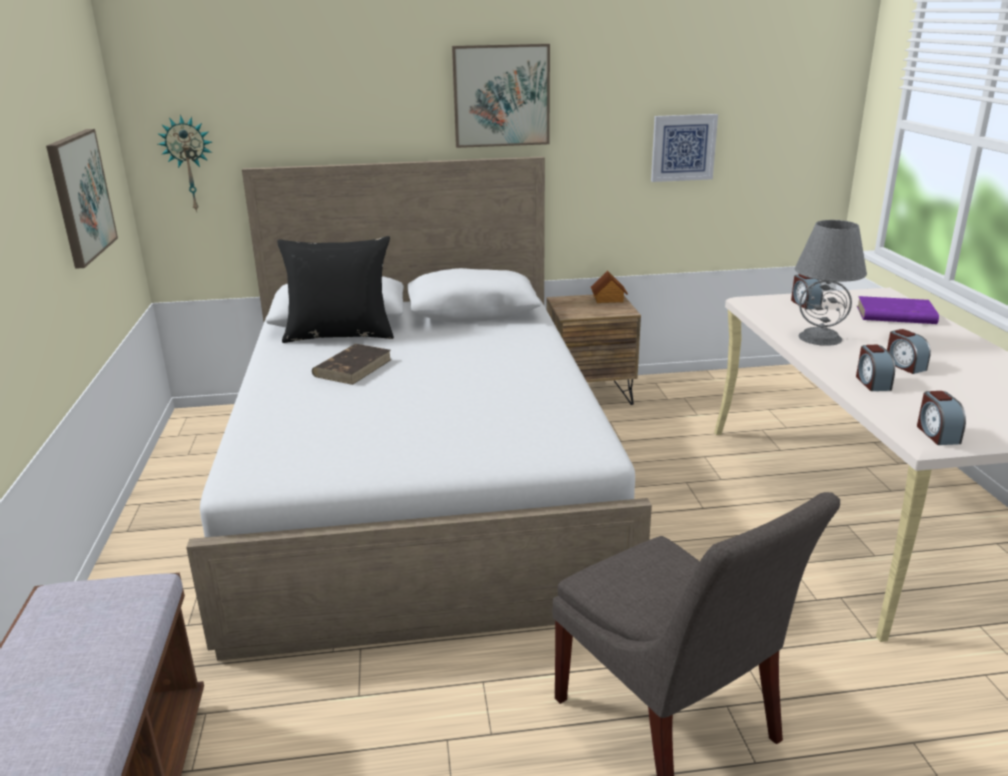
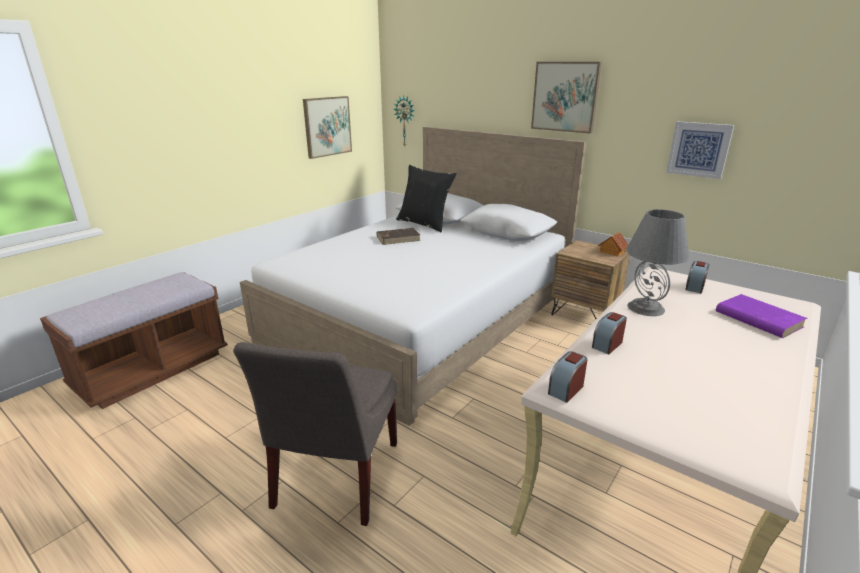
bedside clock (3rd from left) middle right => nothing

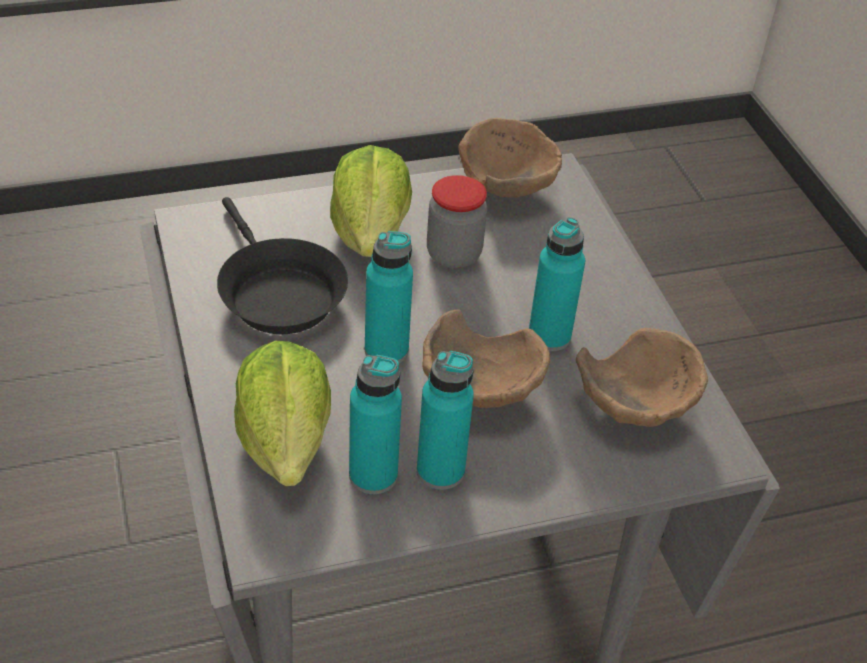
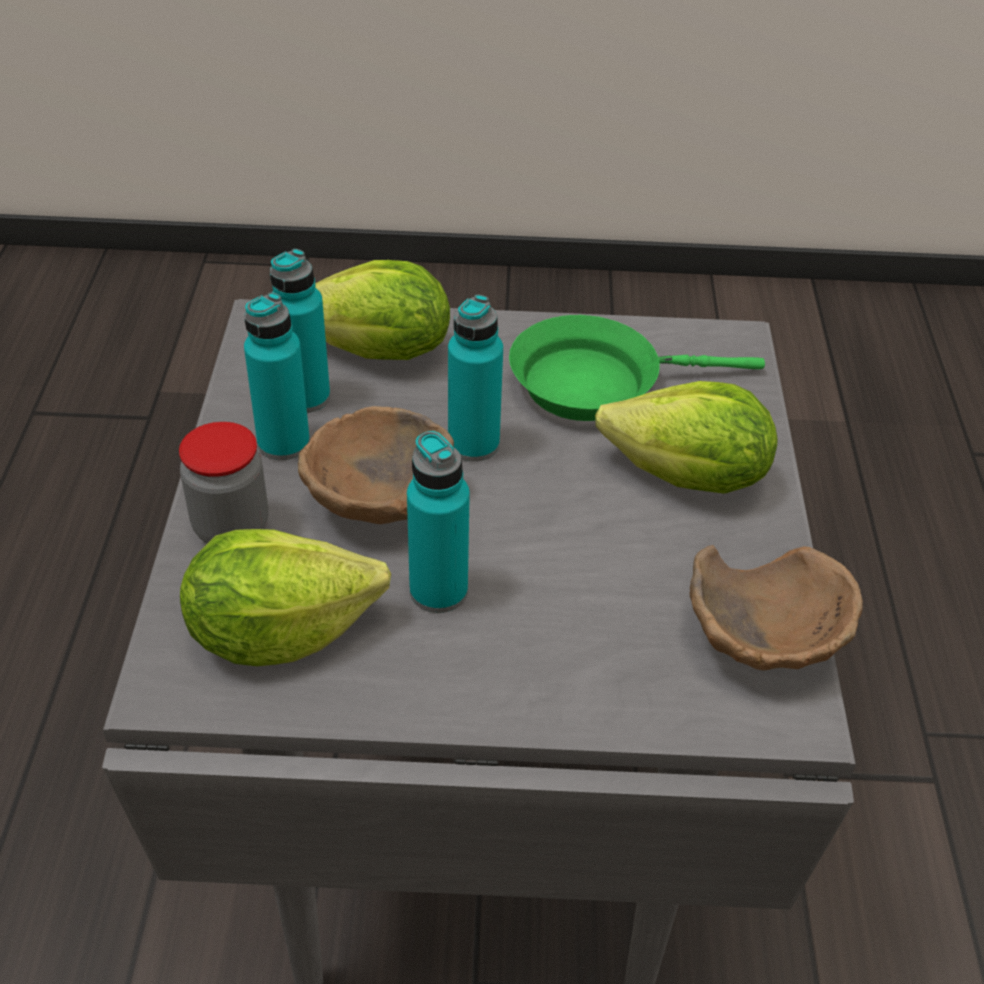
preserve jar centre => preserve jar middle left, moved
serving bowl in brown (3rd from left) middle right => head of lettuce (1st from left) middle left
frying pan in black-coloured middle left => frying pan in greenish centre

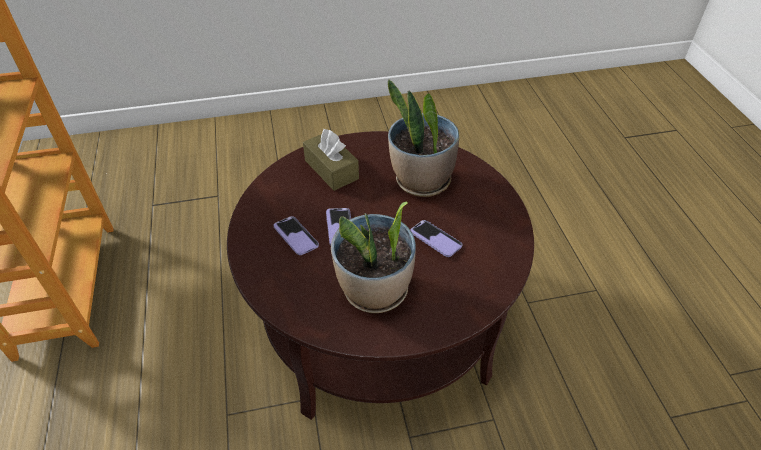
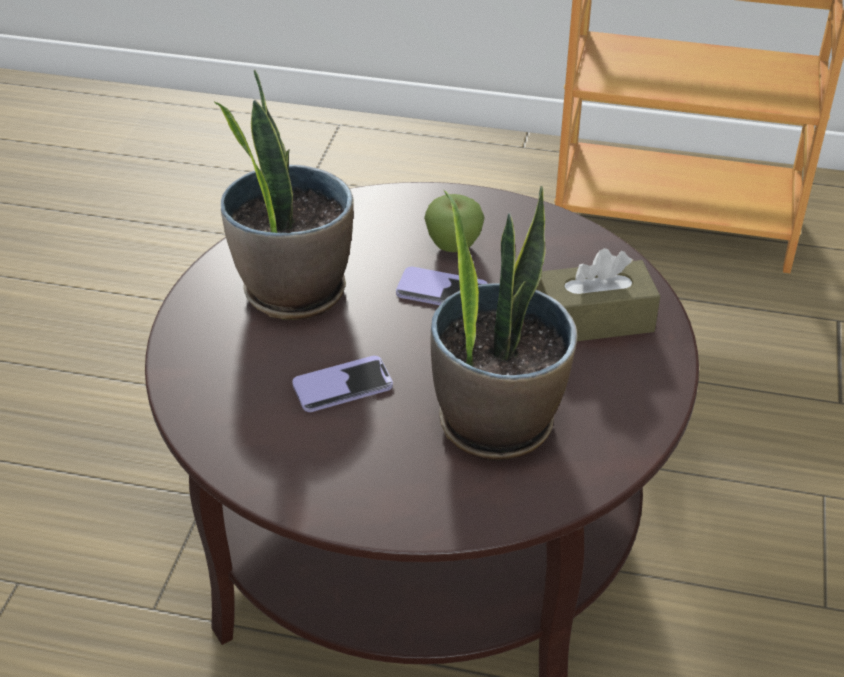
phone (1st from left) centre => whole apple top centre

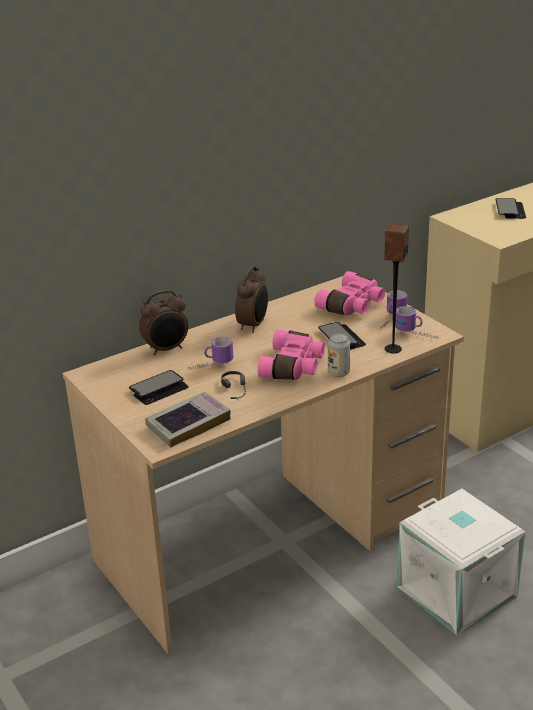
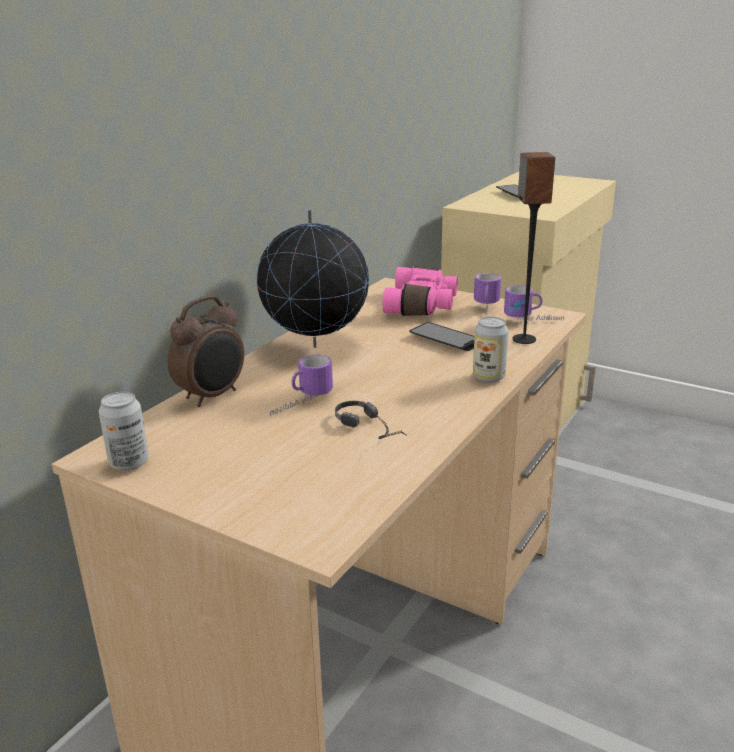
nothing => sealed can (1st from left) middle left
bedside clock (2nd from left) centre => globe centre
phone (1st from left) middle left => nothing
volume centre => nothing
pair of binoculars in pinkish (1st from left) centre => nothing
storage box in white bottom right => nothing

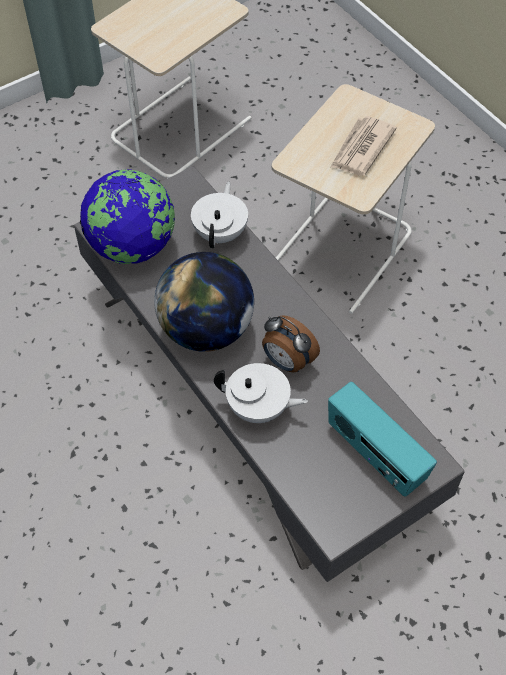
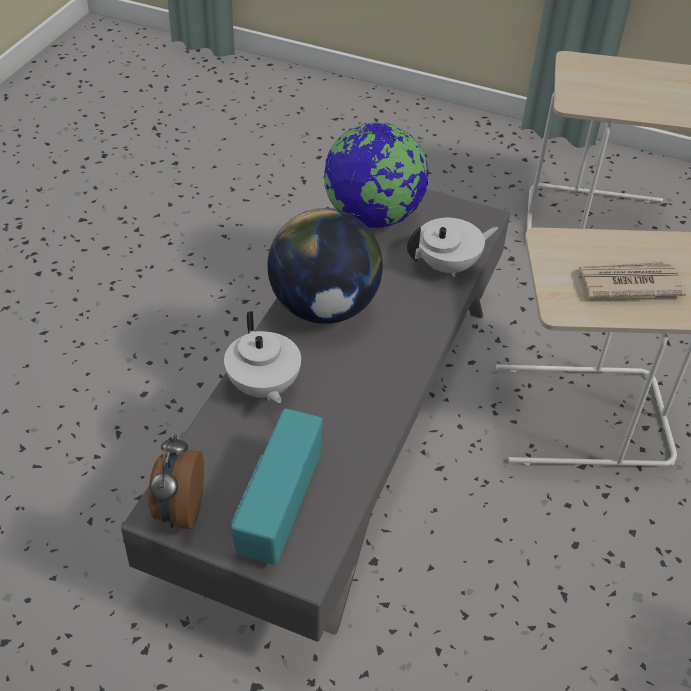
bedside clock centre => bedside clock bottom left, moved

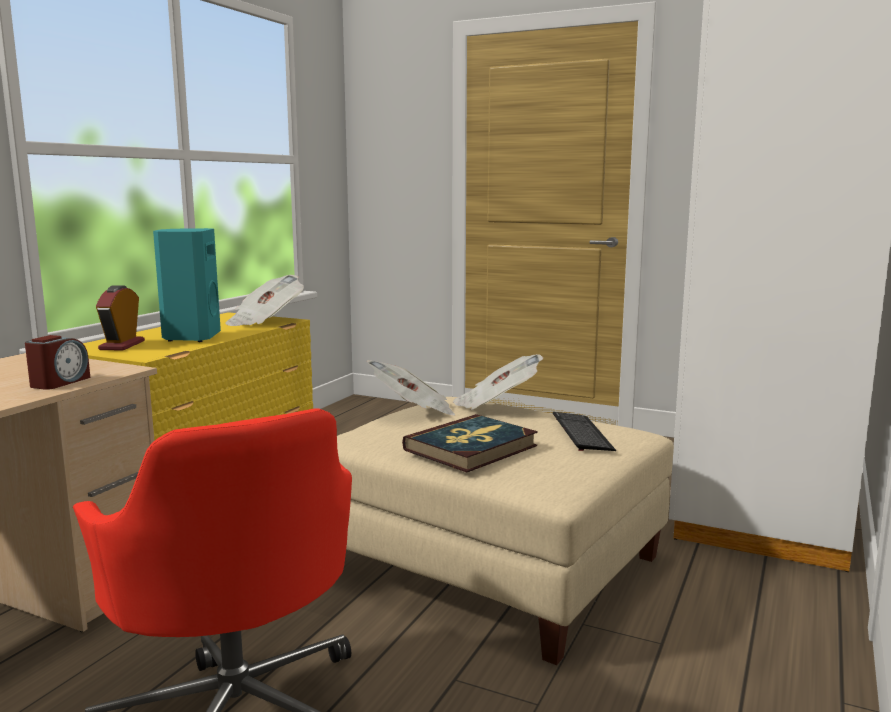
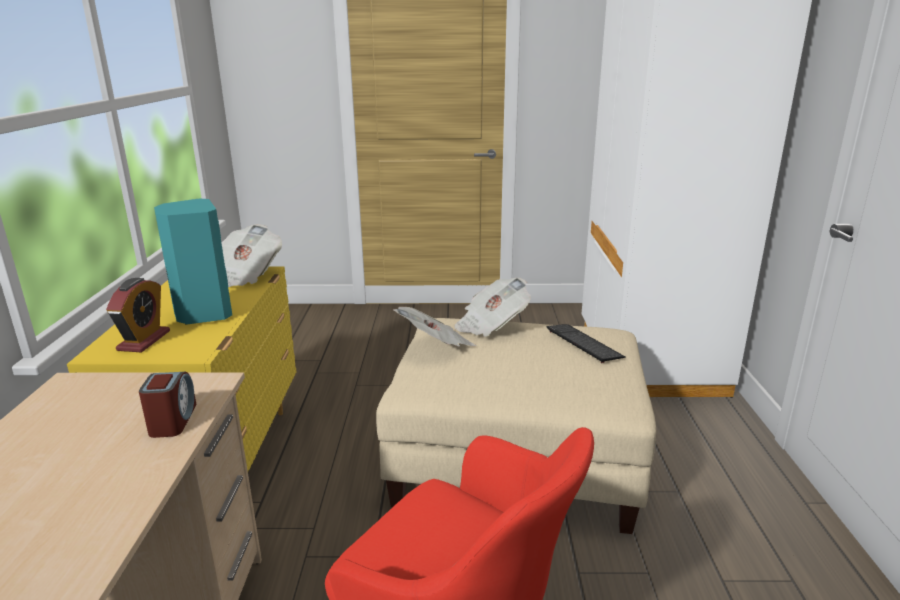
bedside clock (2nd from left in the first image) middle left => bedside clock (1st from left) middle left, 150 degrees counterclockwise
volume centre => nothing

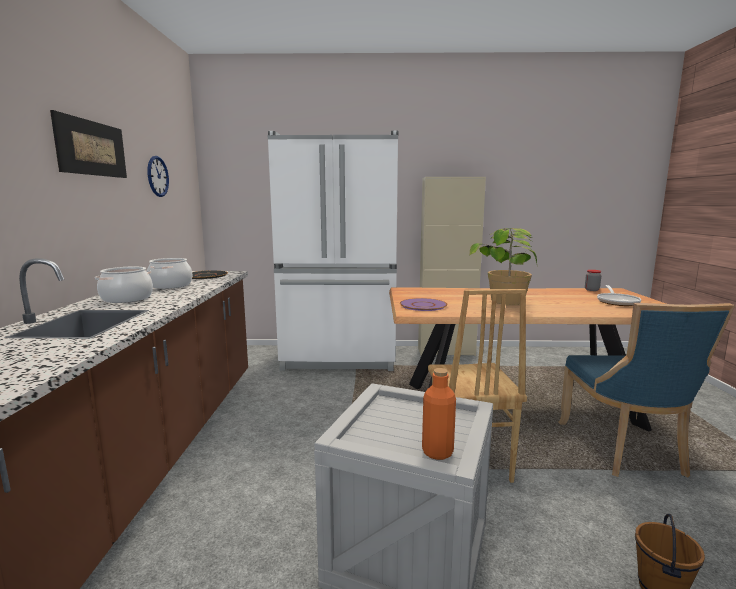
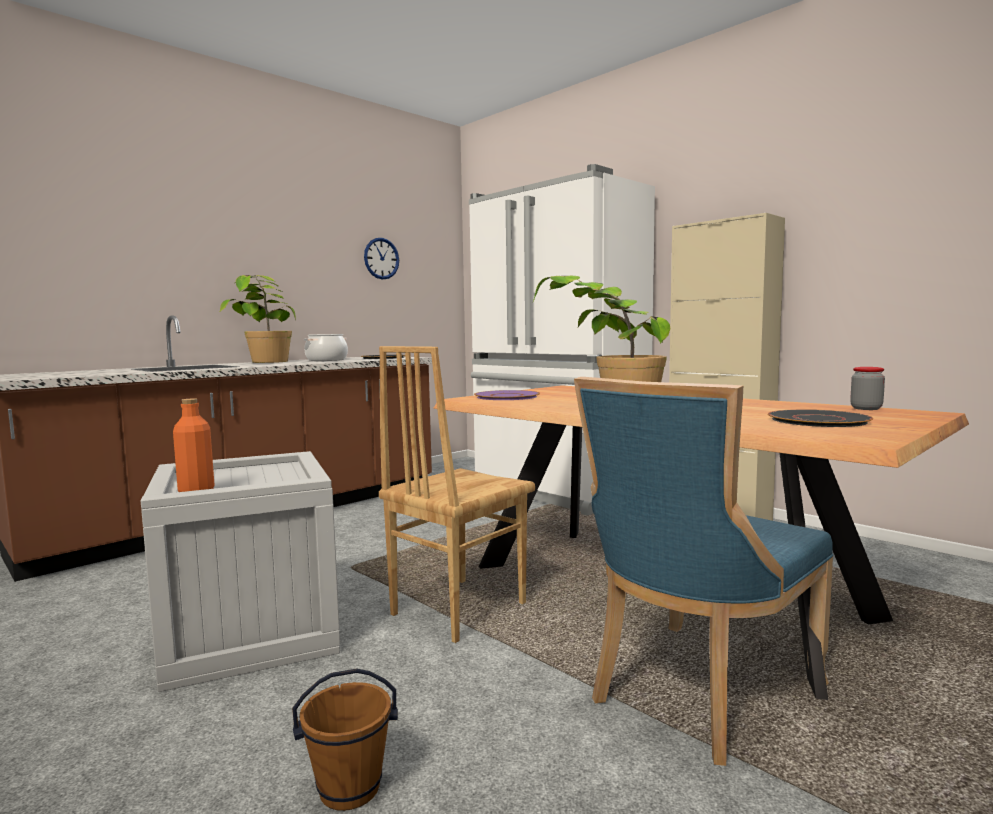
saucepot (1st from left) middle left => potted plant (1st from left) middle left
frying pan middle right => dinner plate in black-coloured (2nd from left) middle right
picture top left => nothing

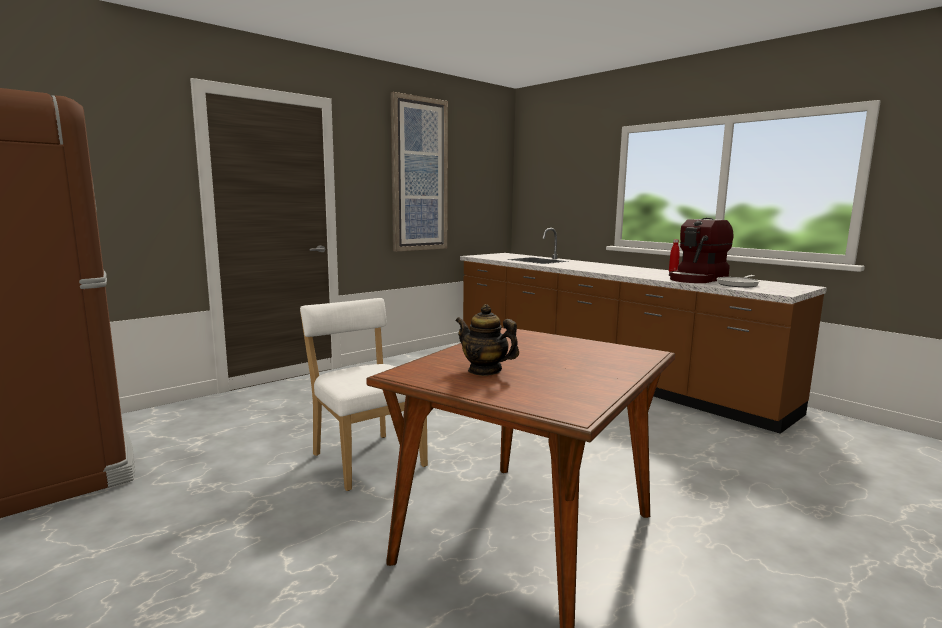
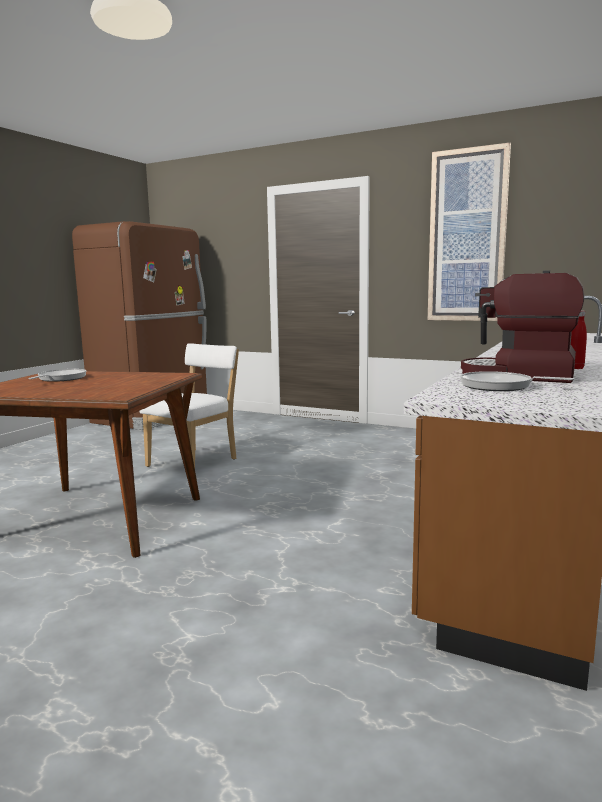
pot for tea centre => frying pan (1st from left) middle left

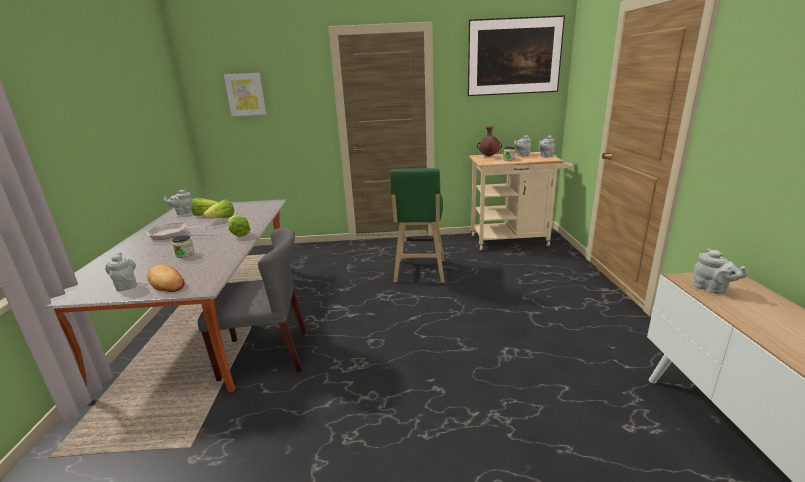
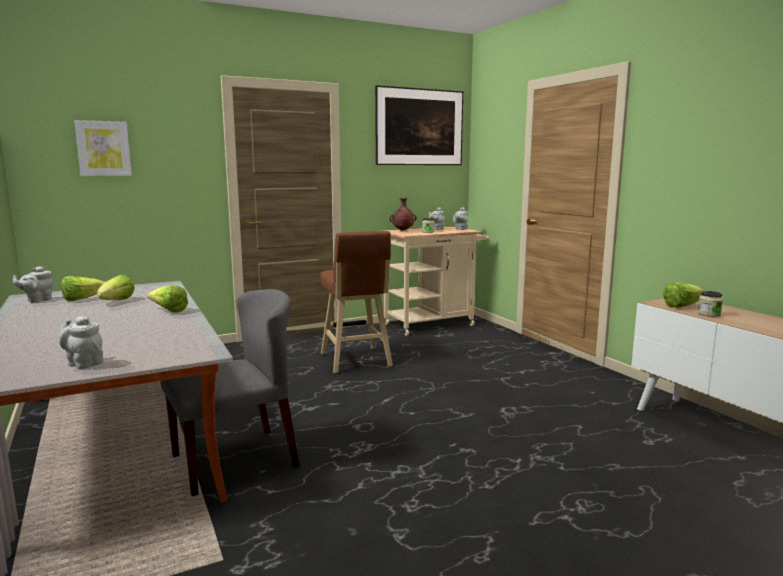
stool seat in greenish centre => stool seat in brown centre
pot for tea in grey (5th from left) middle right => head of lettuce (4th from left) middle right
preserve jar (1st from left in the first image) middle left => preserve jar (2nd from left) middle right, moved
frying pan middle left => nothing
baked bread middle left => nothing

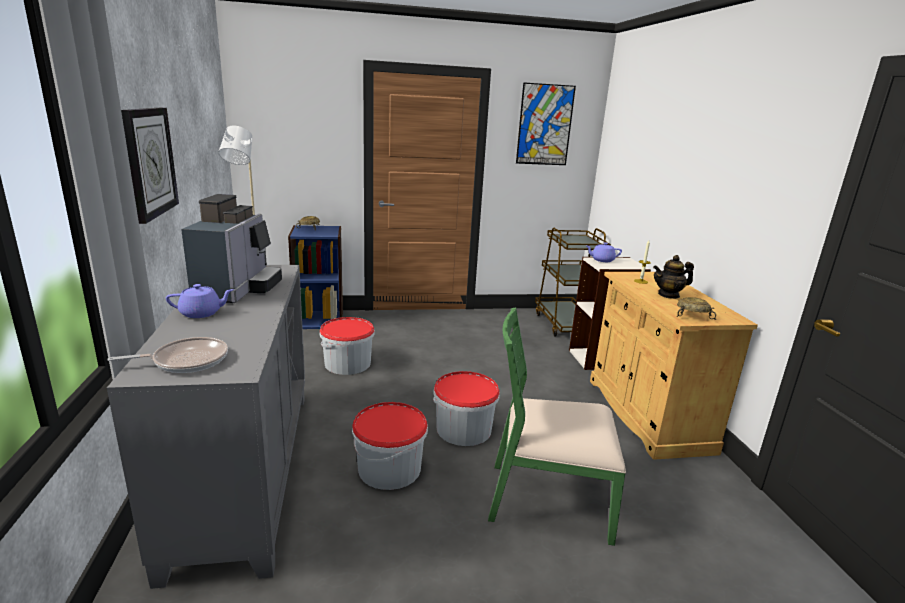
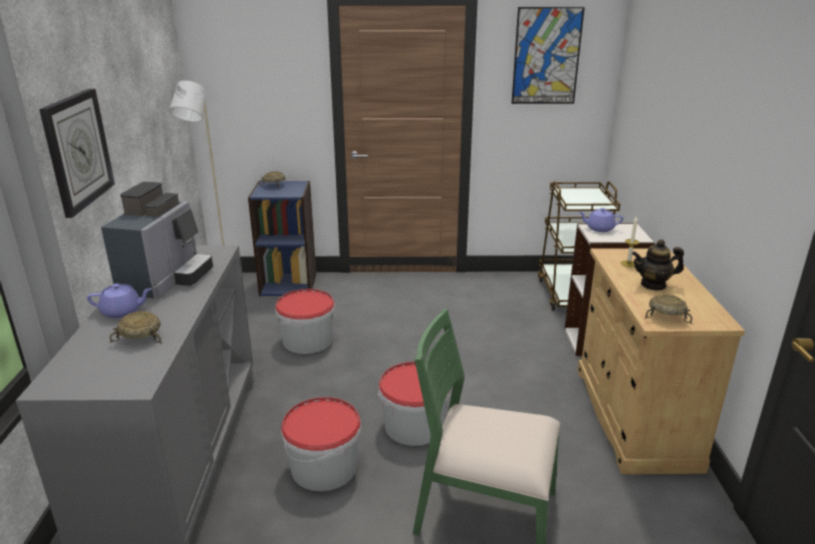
nothing => serving bowl in beige (1st from left) middle left
frying pan middle left => nothing

